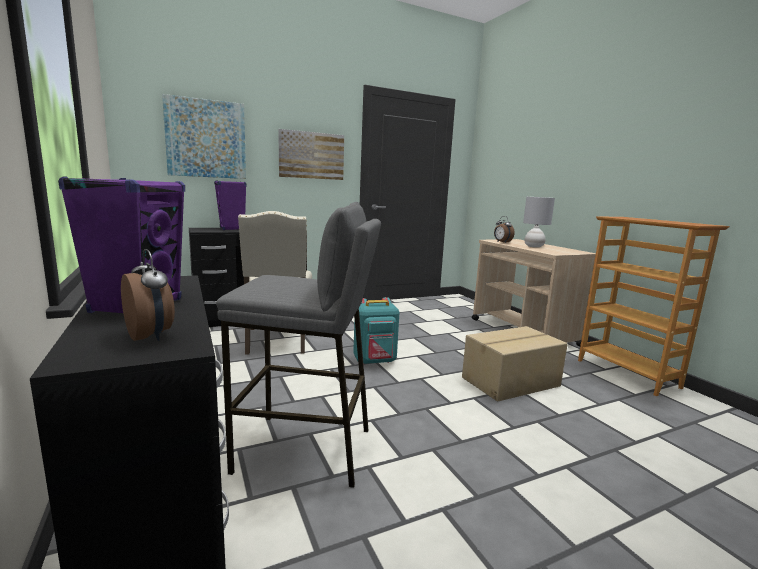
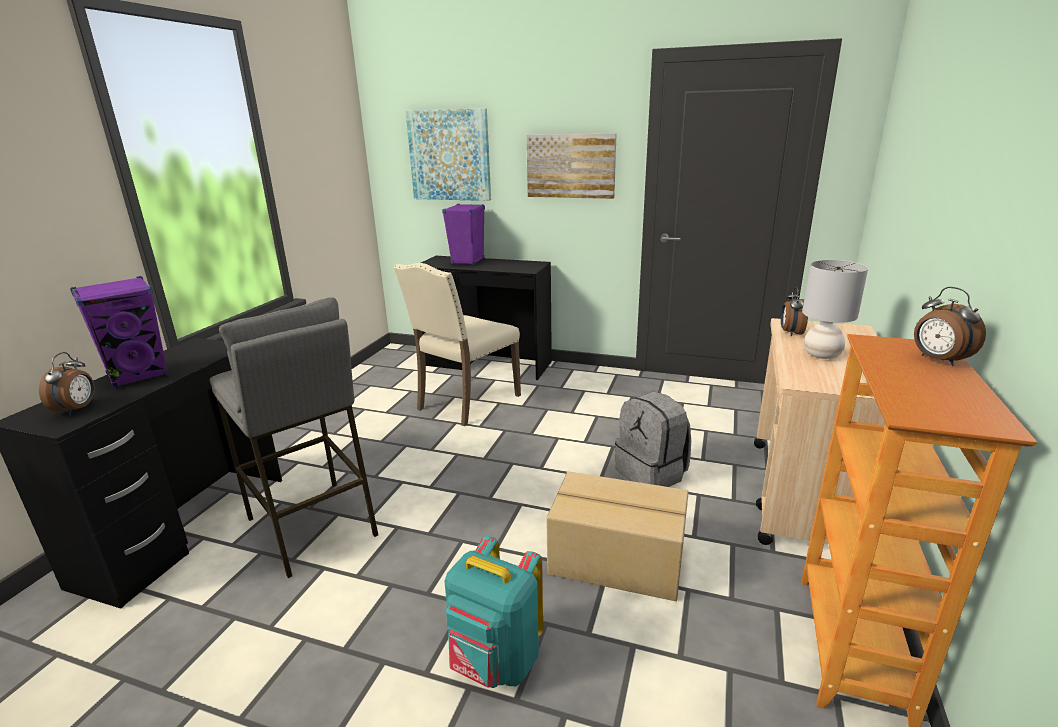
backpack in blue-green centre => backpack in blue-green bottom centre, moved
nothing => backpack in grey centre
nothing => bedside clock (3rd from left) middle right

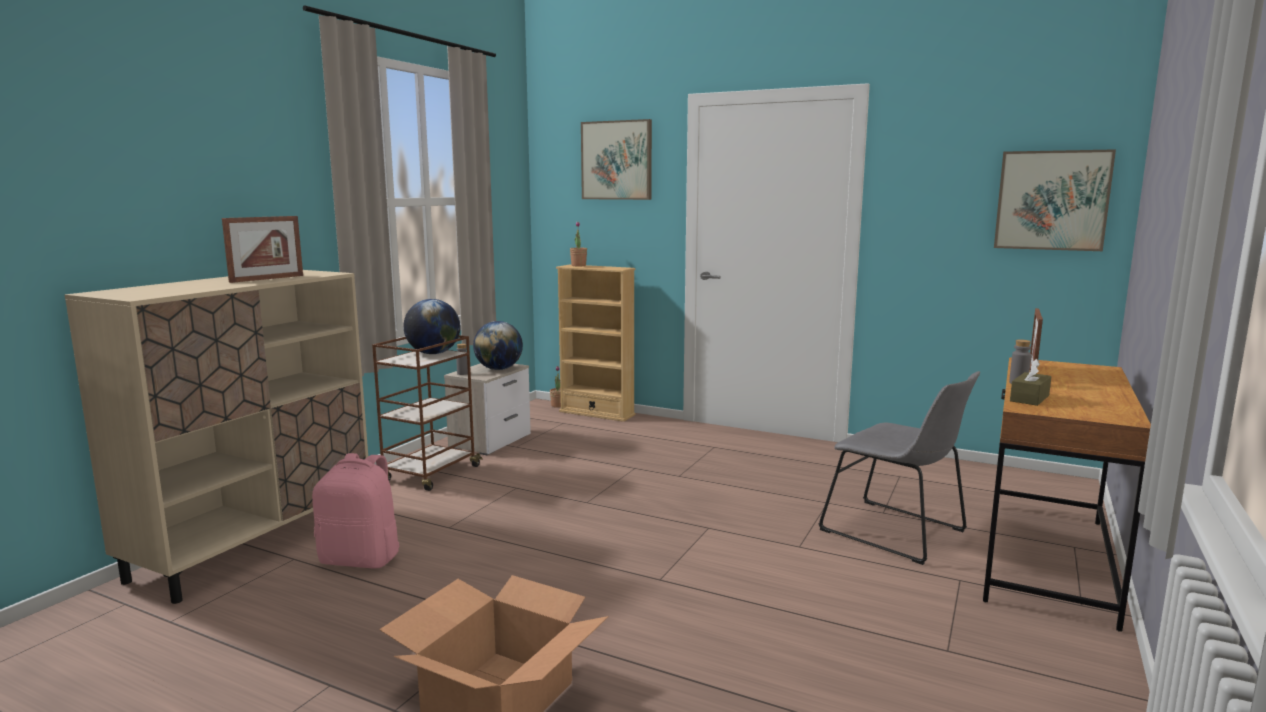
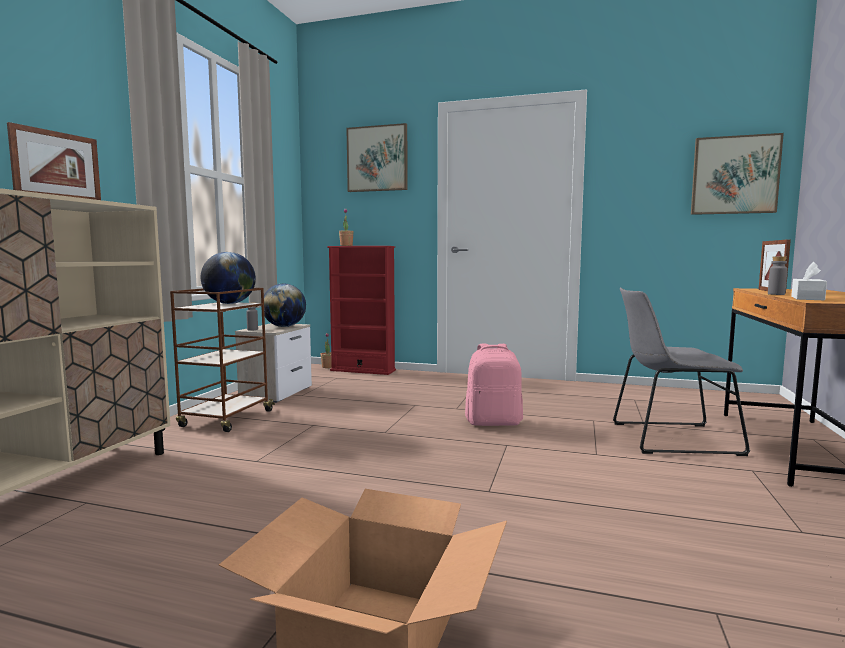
bookcase in beige centre => bookcase in red centre
backpack in pinkish bottom left => backpack in pinkish centre, moved
plain chair in grey middle right, 150 degrees clockwise
box of tissues in brown middle right => box of tissues in white middle right

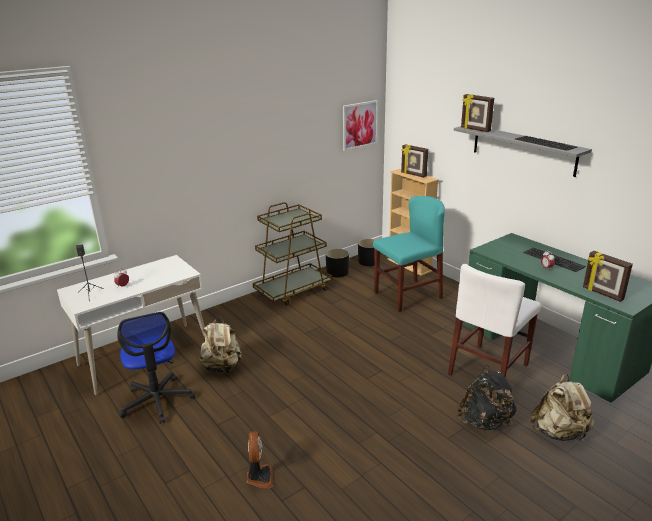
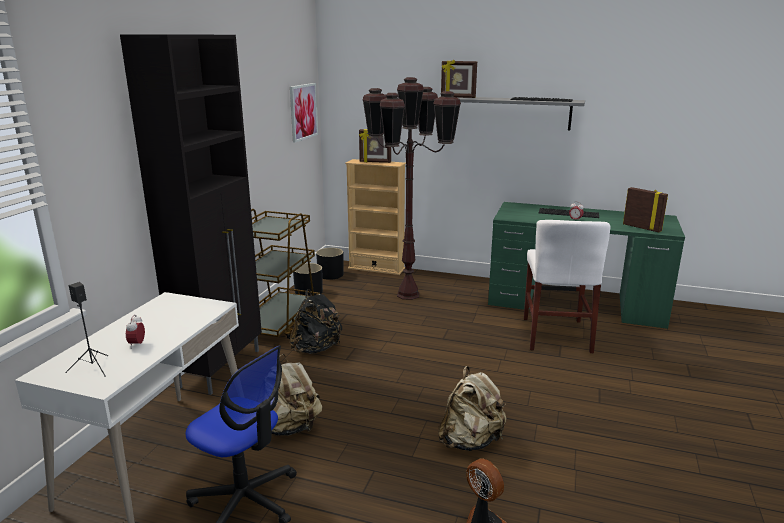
nothing => cupboard in black-coloured middle left
backpack in black-coloured bottom right => backpack in black-coloured centre, moved
plain chair in blue-green centre => standing lamp in brown centre
backpack in beige (2nd from left) bottom right => backpack in beige (2nd from left) bottom centre, moved
standing frame (3rd from left) middle right, 150 degrees counterclockwise

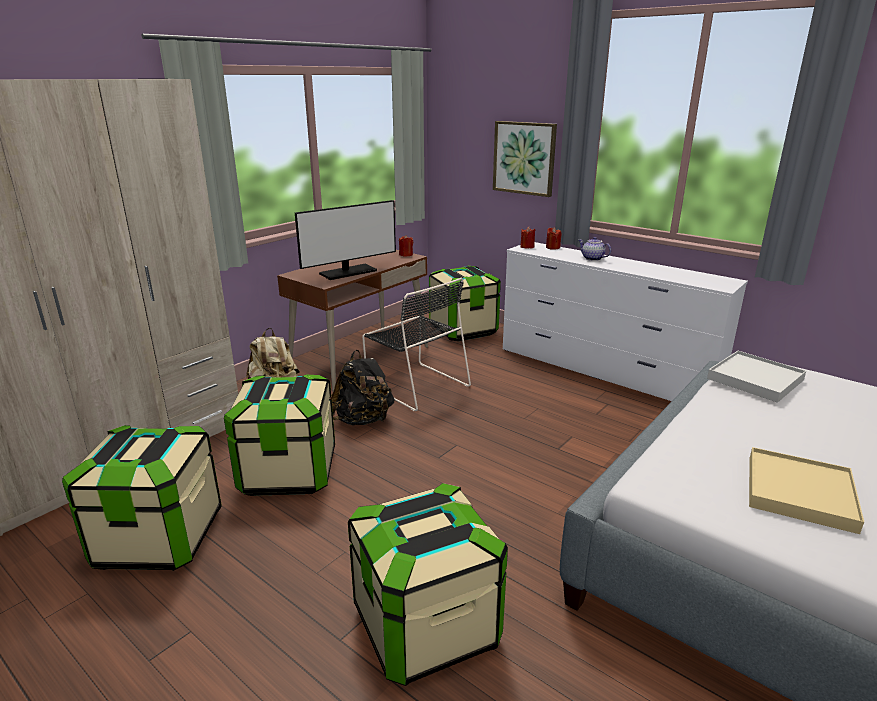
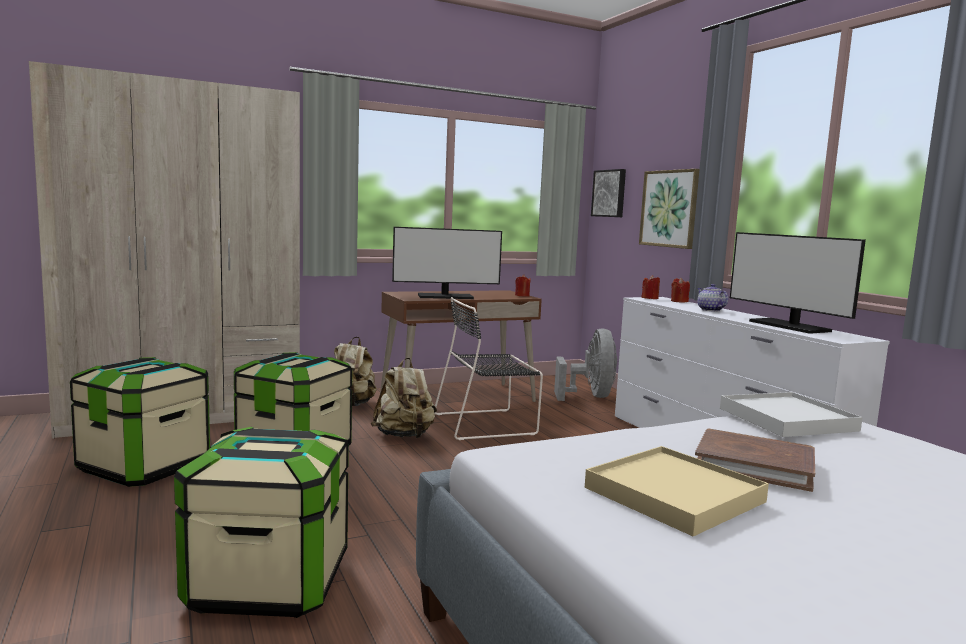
backpack in black-coloured centre => backpack in beige (2nd from left) centre
plain chair in black-coloured centre, 90 degrees clockwise
storage box (4th from left) centre => fan in grey centre
nothing => picture (1st from left) top centre
nothing => volume in brown bottom right
nothing => monitor (2nd from left) middle right

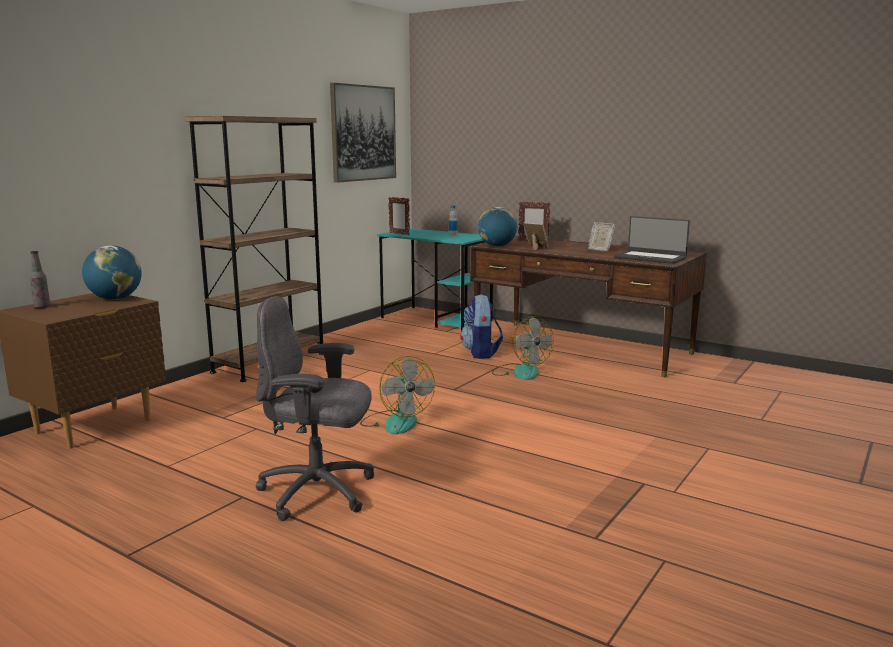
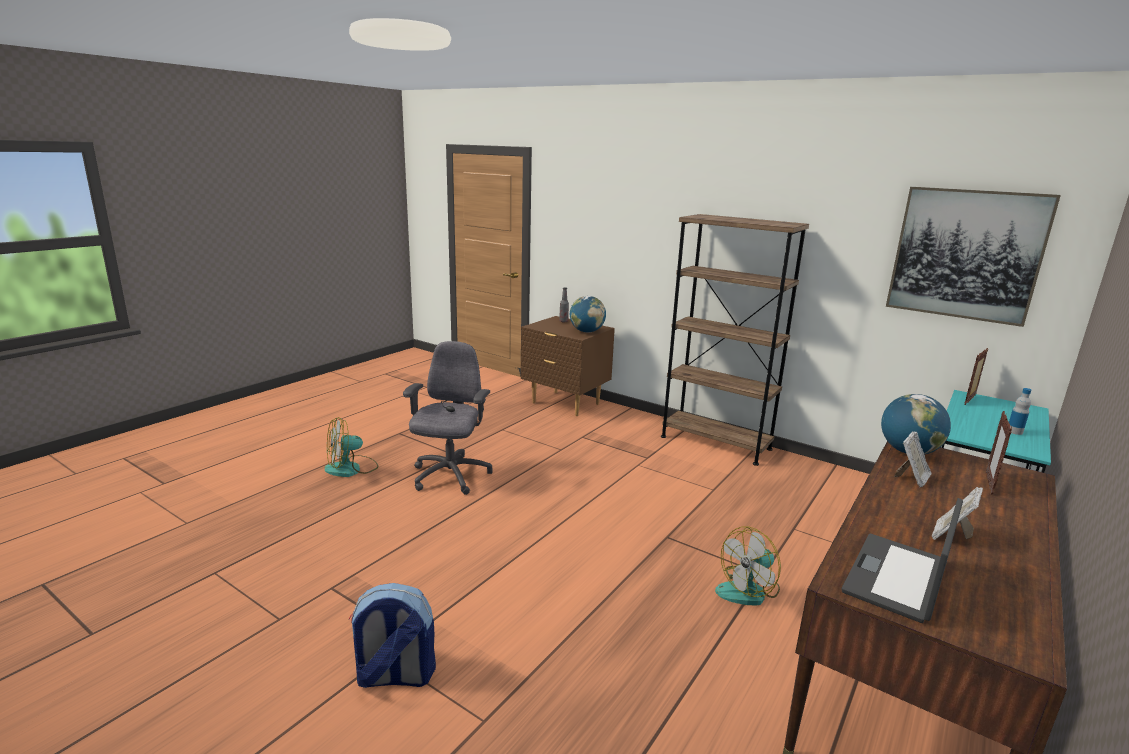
fan (1st from left) centre => fan (1st from left) middle left, moved
backpack centre => backpack bottom centre, moved

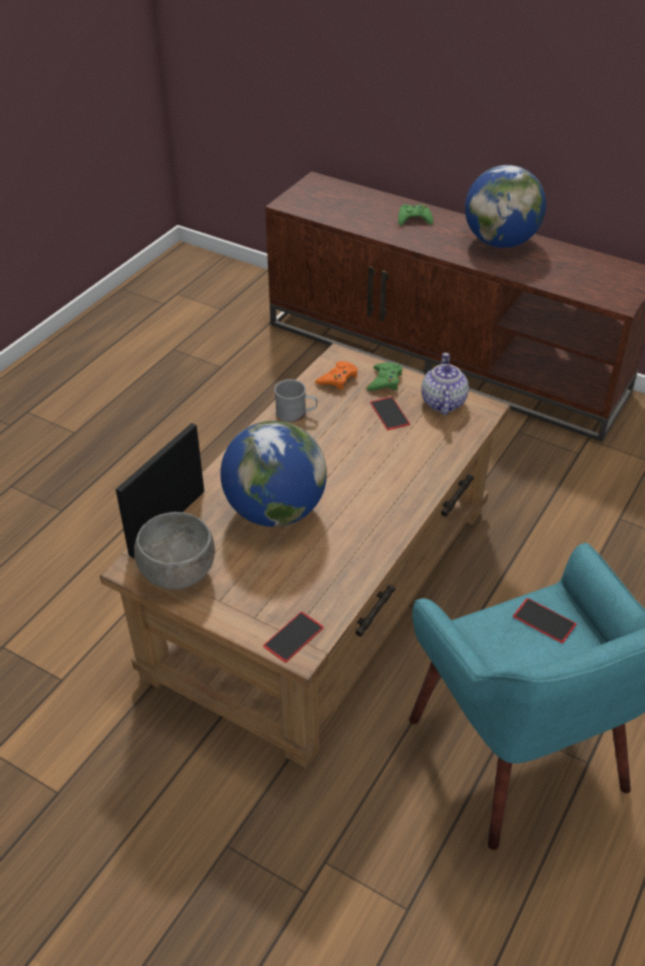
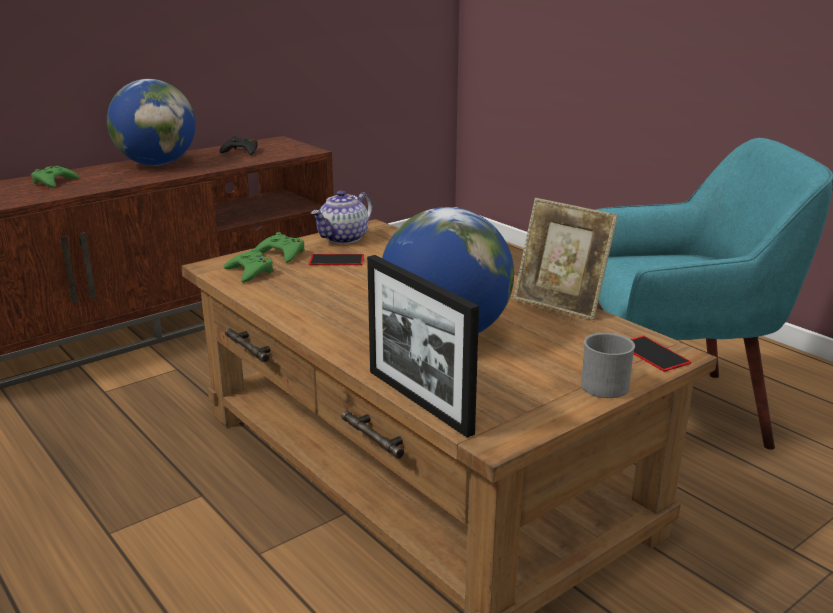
nothing => joypad in black-coloured top left
joypad in orange centre => joypad in greenish (2nd from left) middle left
pot for tea middle right => pot for tea centre, 75 degrees counterclockwise
nothing => standing frame (2nd from left) middle right
mug in grey centre => mug in grey middle right, moved
serving bowl in grey middle left => nothing
phone (3rd from left) middle right => nothing

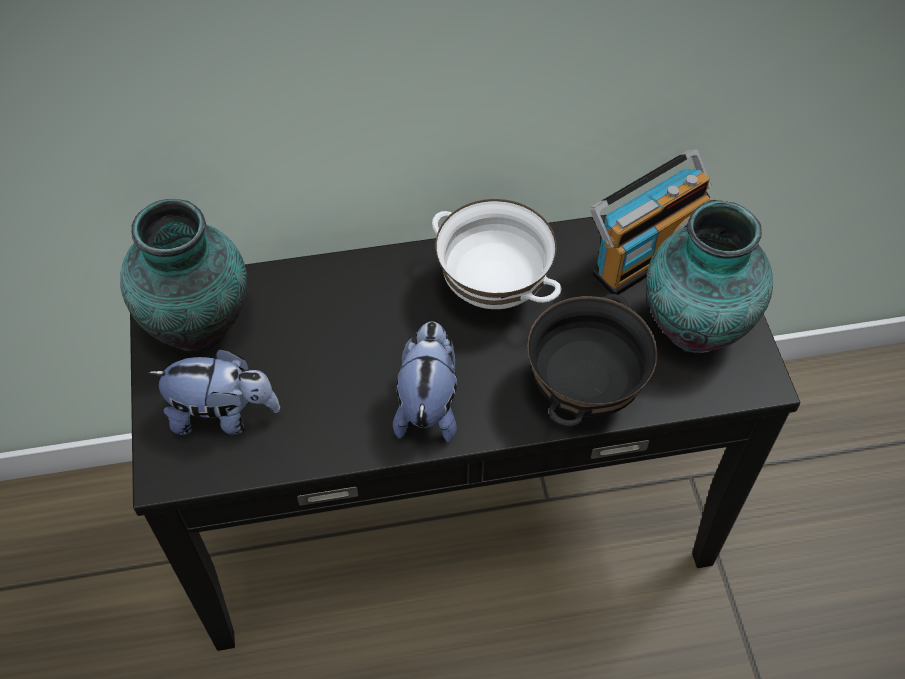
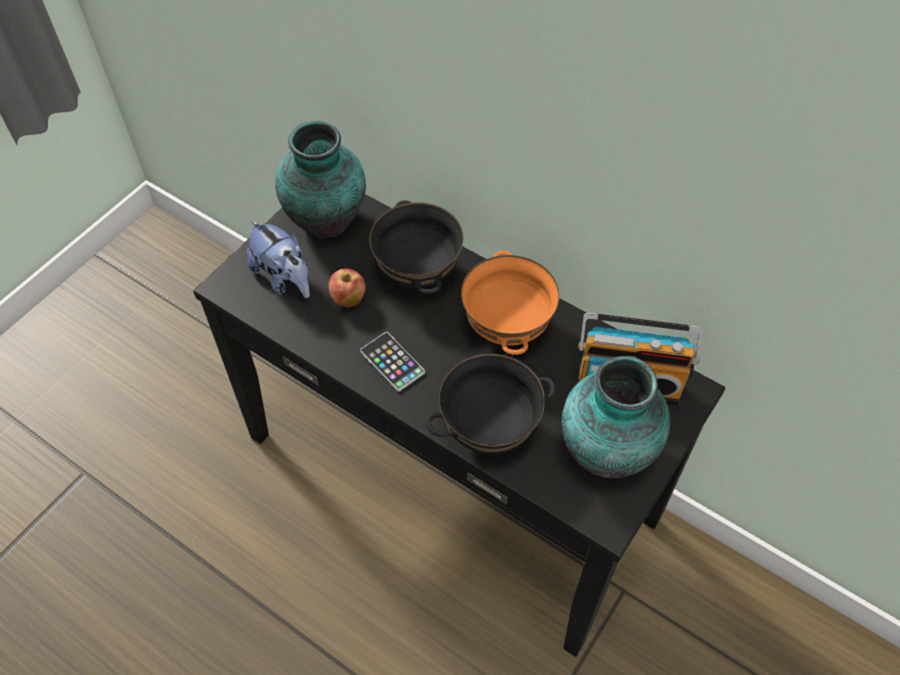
nothing => whole apple centre
soft toy (2nd from left) centre => phone centre
nothing => serving bowl in black-coloured (1st from left) centre
serving bowl in white centre => serving bowl in orange centre

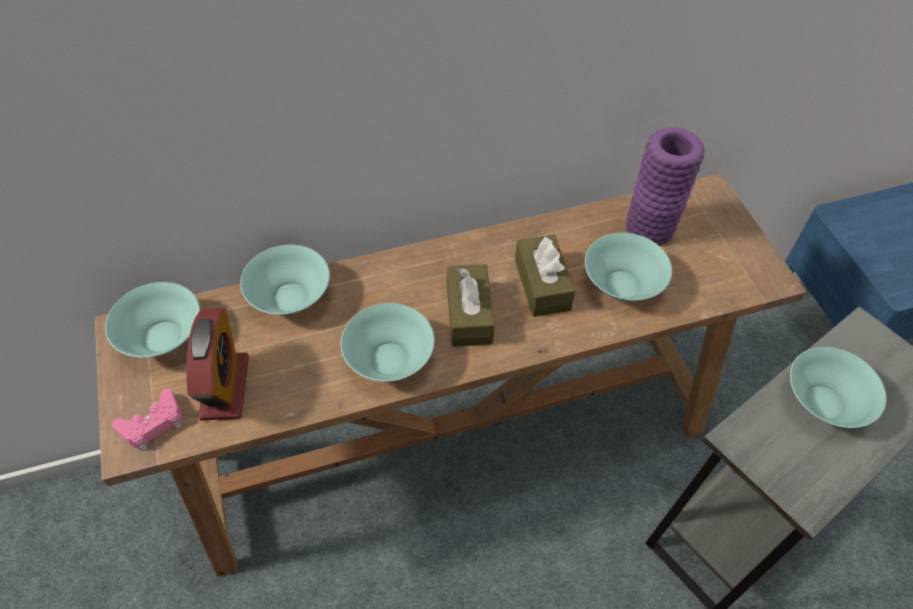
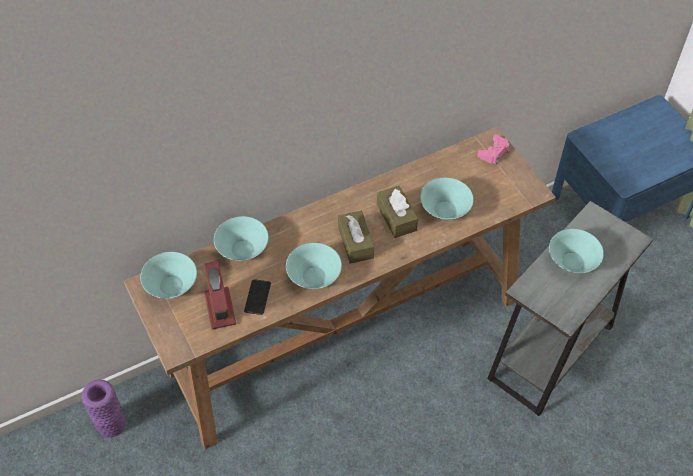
vase in purplish top right => vase in purplish bottom left, moved
nothing => phone centre
joypad in pinkish bottom left => joypad in pinkish top right, moved

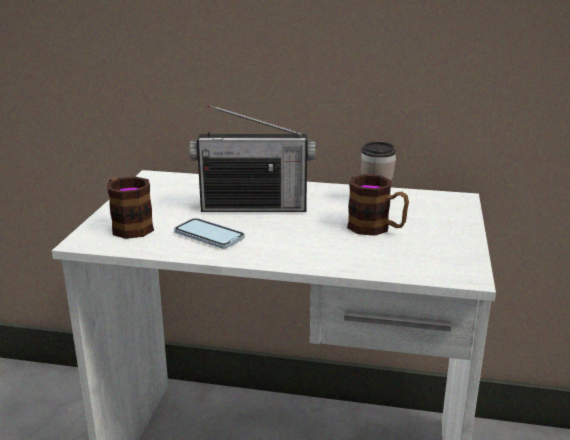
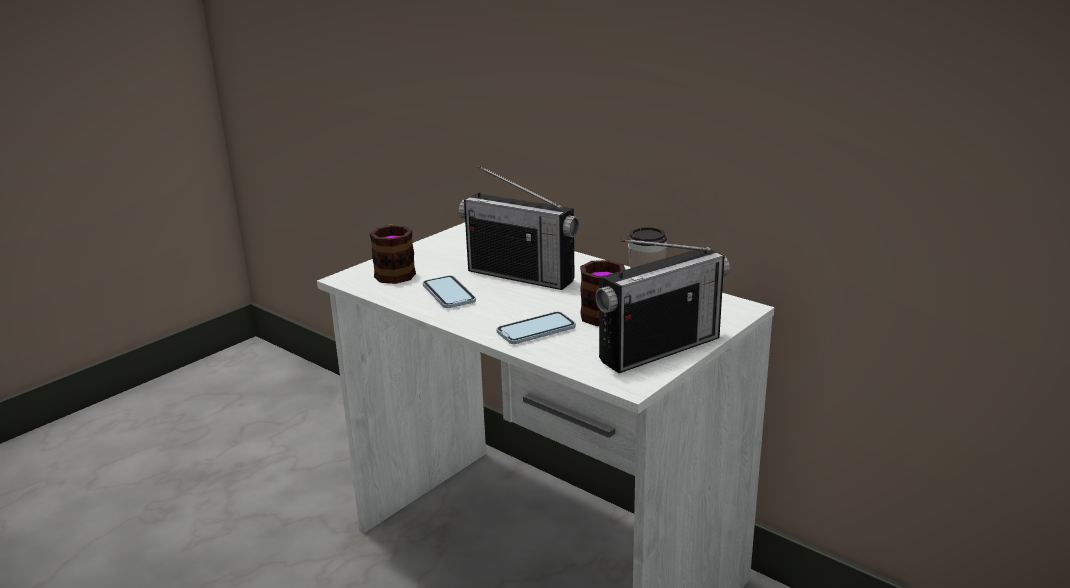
nothing => phone (2nd from left) centre
nothing => radio receiver (2nd from left) centre

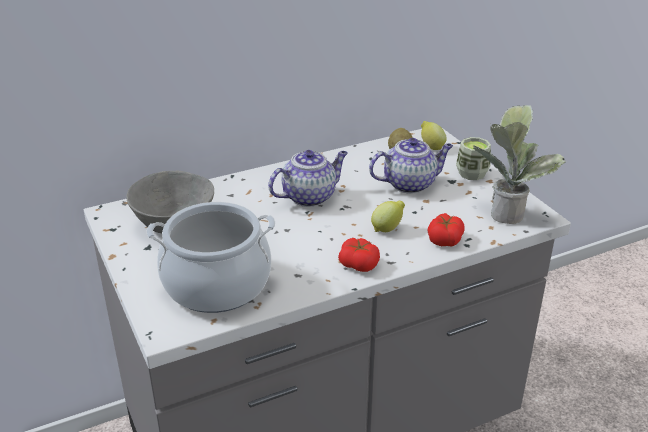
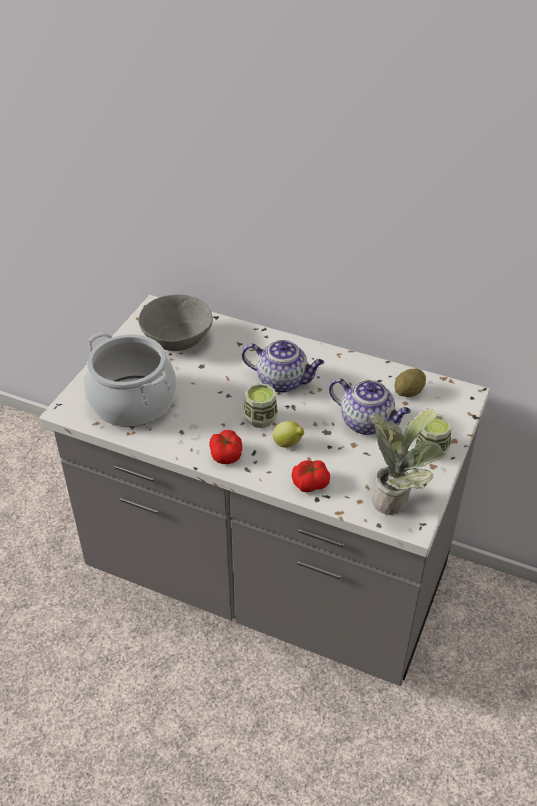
nothing => drinking cup (1st from left) centre
whole lemon (2nd from left) top right => nothing

